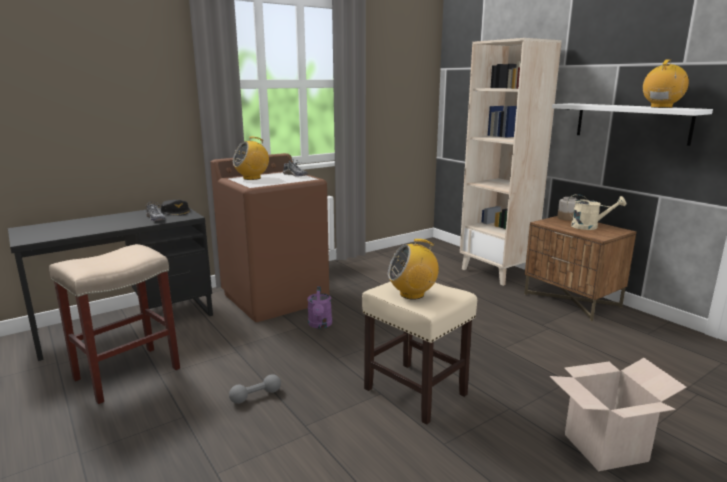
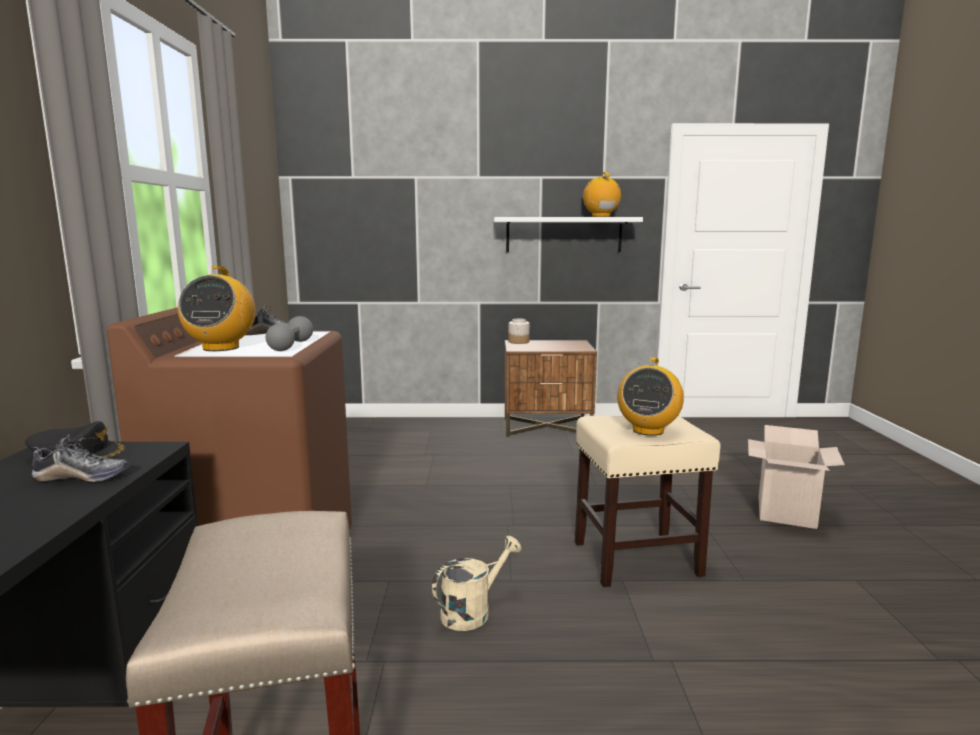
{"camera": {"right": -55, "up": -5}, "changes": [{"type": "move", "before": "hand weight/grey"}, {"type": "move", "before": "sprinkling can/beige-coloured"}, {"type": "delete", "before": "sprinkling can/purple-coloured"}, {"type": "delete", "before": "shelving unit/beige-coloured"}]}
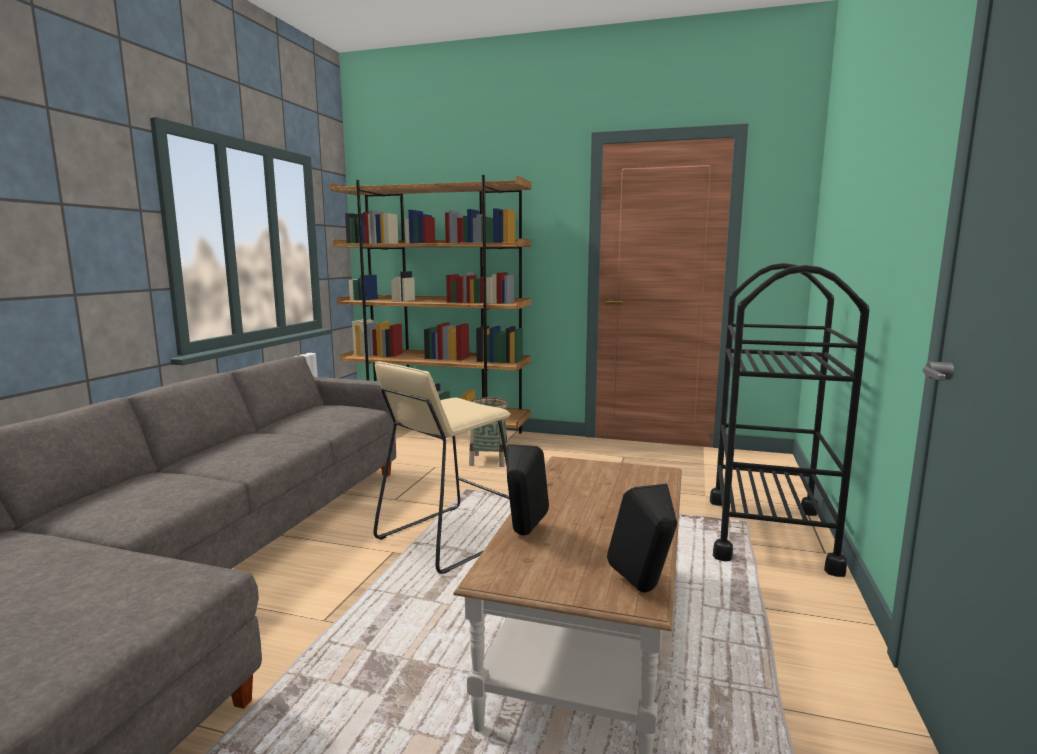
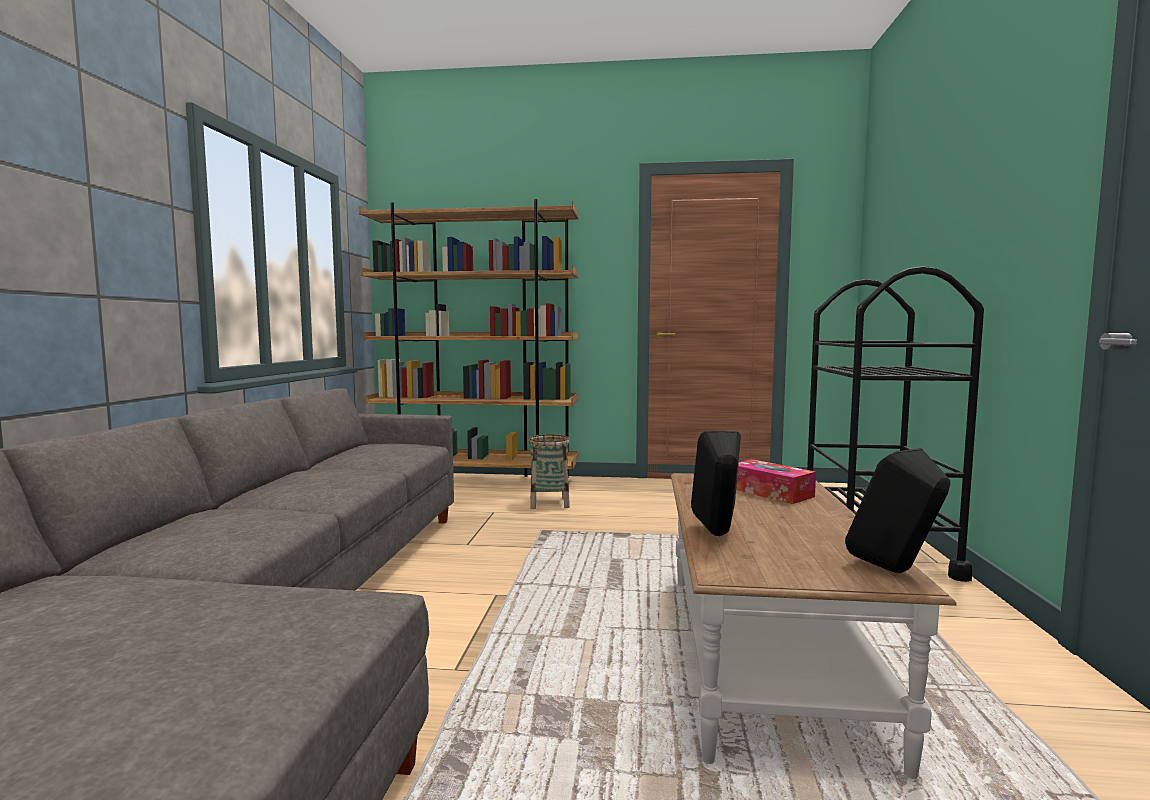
{"camera": {"right": -10, "up": -5}, "changes": [{"type": "insert", "after": "tissue holder"}, {"type": "delete", "before": "sitting stool/beige-coloured"}]}
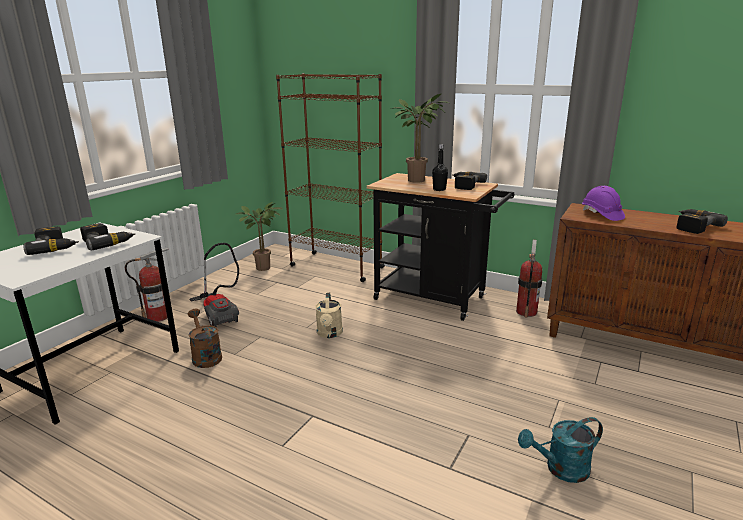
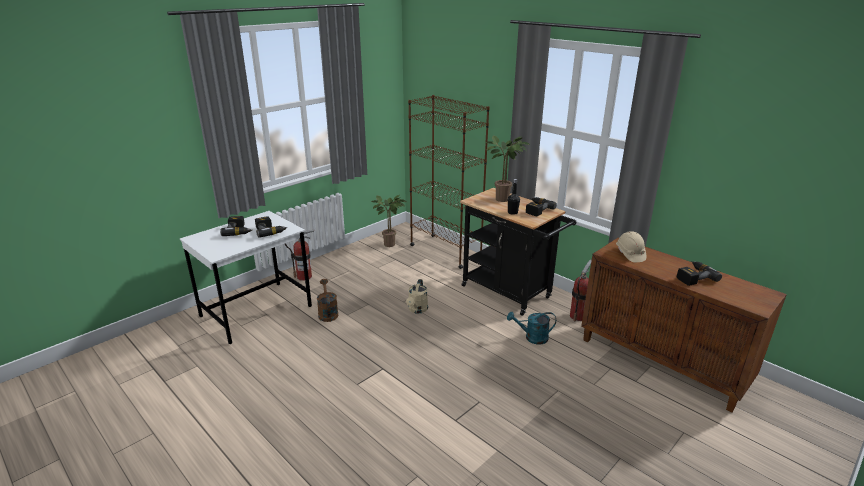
{"camera": {"right": 15, "up": 5}, "changes": [{"type": "move", "before": "sprinkling can/blue-green"}, {"type": "recolor", "before": "hard hat/purple-coloured", "after": "hard hat/beige-coloured"}, {"type": "delete", "before": "hoover"}]}
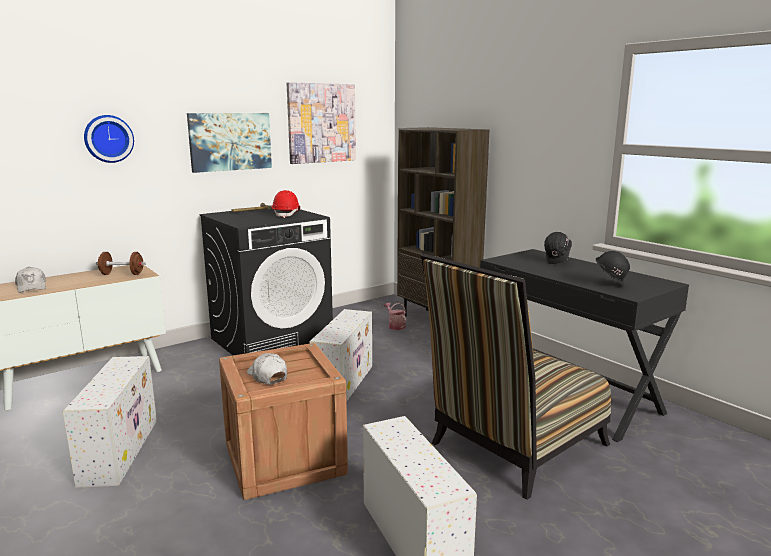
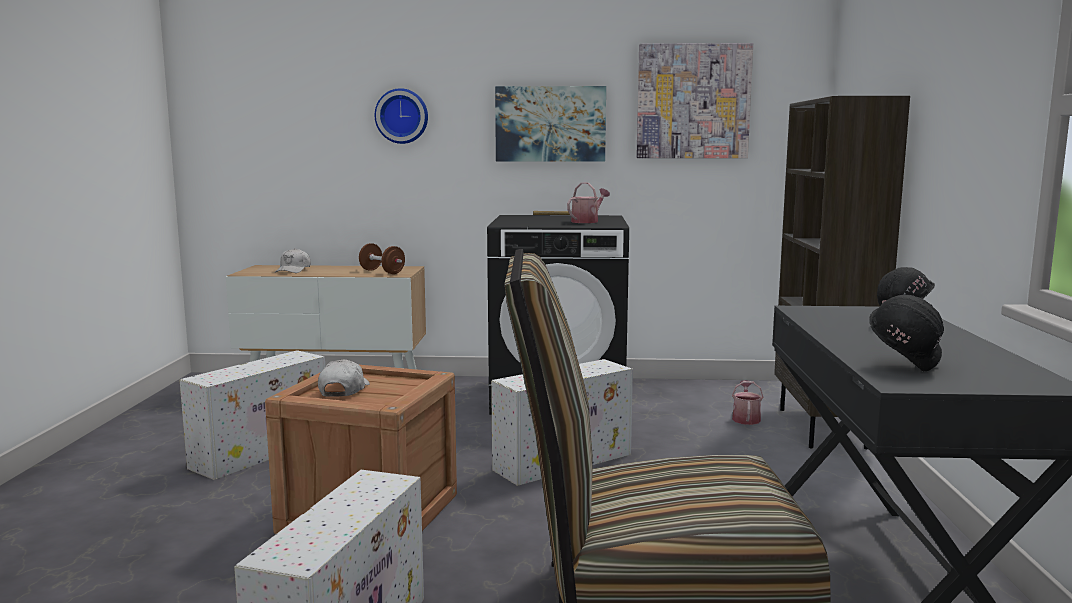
{"camera": {"right": 40, "up": -5}, "changes": [{"type": "replace", "before": "hard hat/reddish", "after": "sprinkling can (1st from left)"}]}
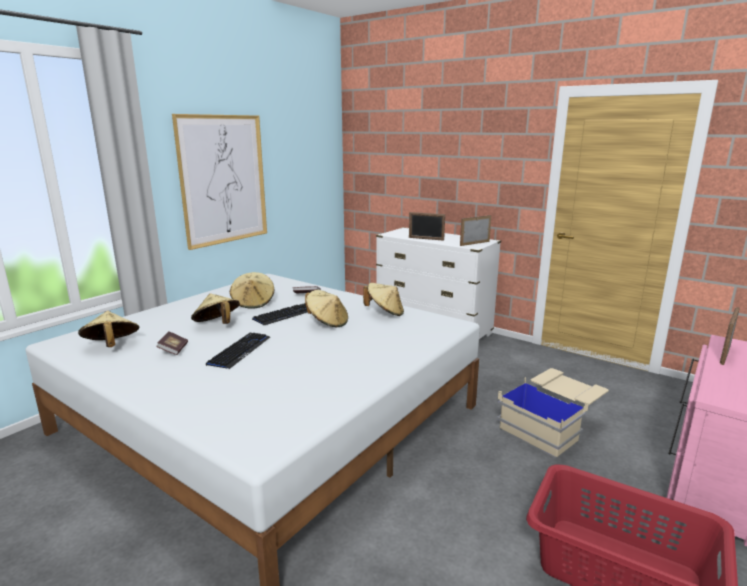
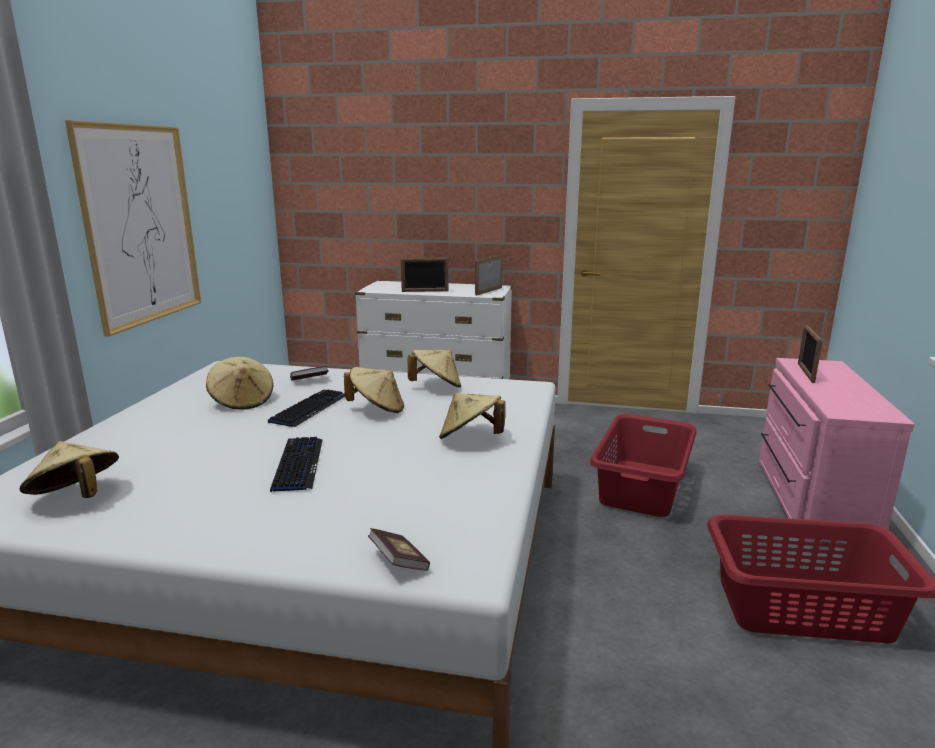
{"camera": {"right": -25, "up": 0}, "changes": [{"type": "move", "before": "volume (1st from left in the first image)", "after": "volume (2nd from left)"}, {"type": "move", "before": "hat/beige-coloured (2nd from left in the first image)", "after": "hat/beige-coloured (5th from left)"}, {"type": "replace", "before": "storage bin/beige-coloured", "after": "washing basket/reddish (1st from left)"}]}
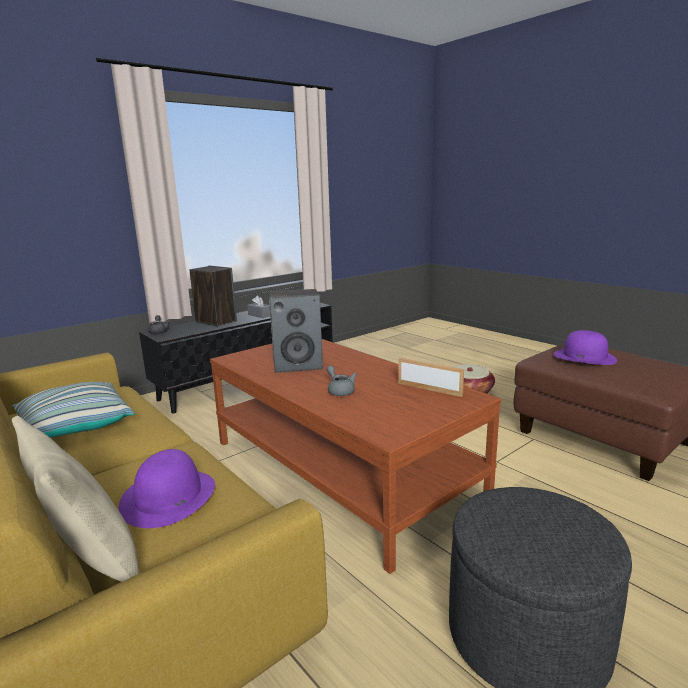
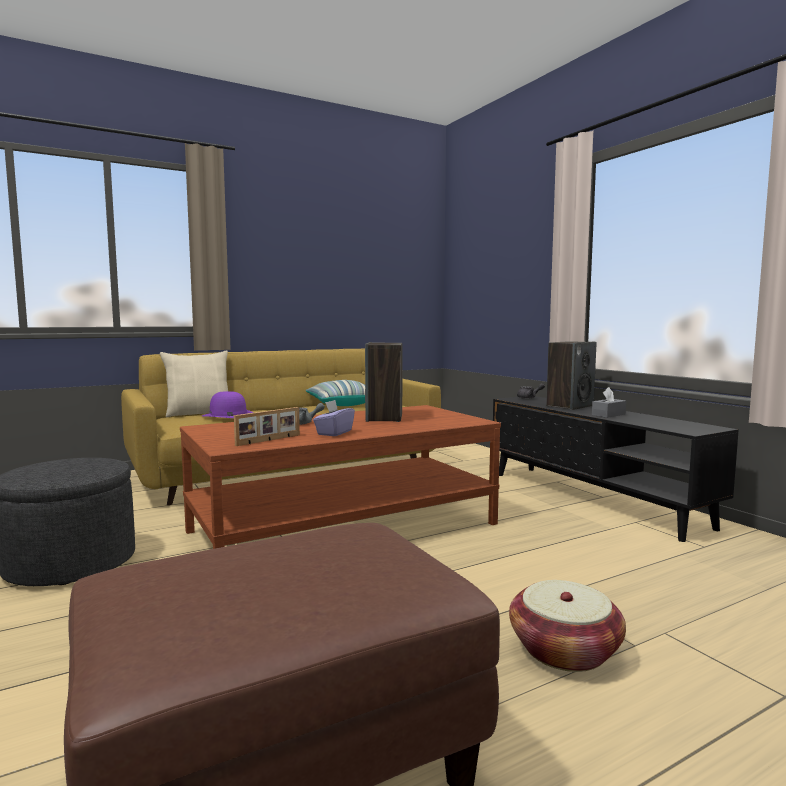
{"camera": {"right": 100, "up": -10}, "changes": [{"type": "insert", "after": "tissue holder/purple-coloured"}, {"type": "delete", "before": "hat/purple-coloured (2nd from left)"}]}
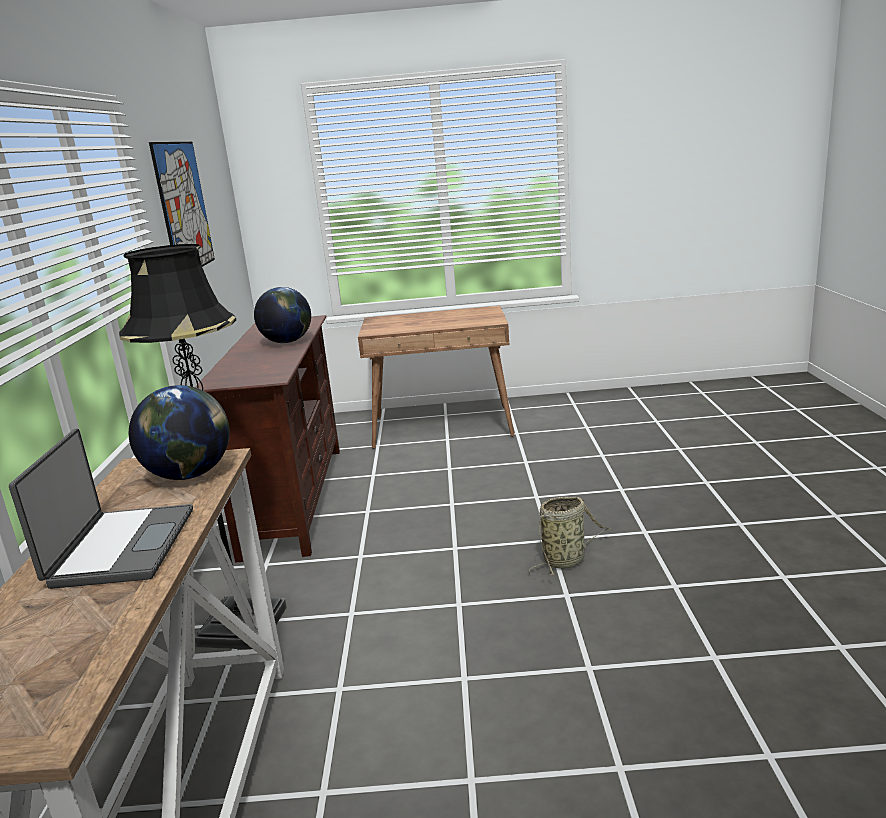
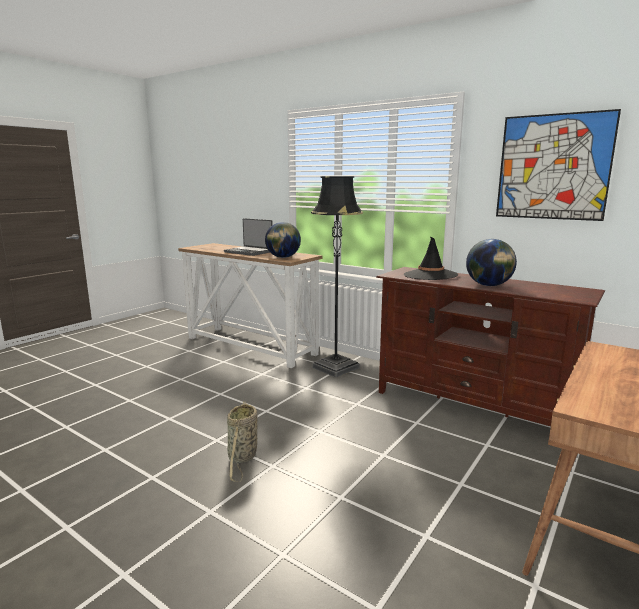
{"camera": {"right": 125, "up": -5}, "changes": [{"type": "insert", "after": "hat/black"}]}
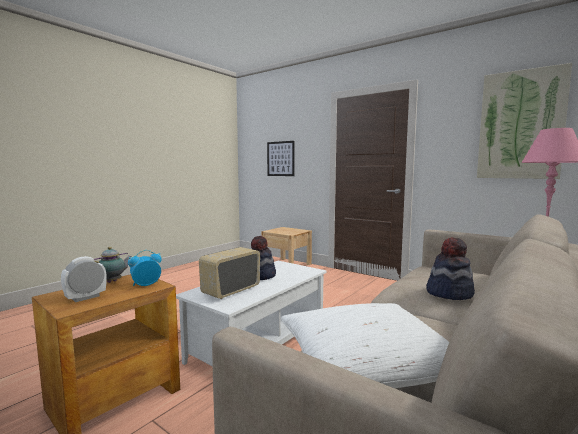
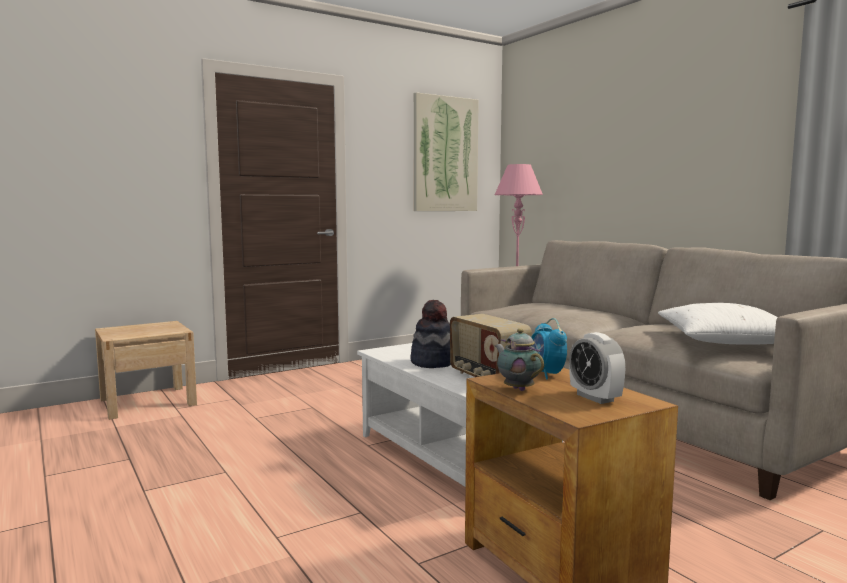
{"camera": {"right": -70, "up": 0}, "changes": [{"type": "delete", "before": "wall art (1st from left)"}, {"type": "delete", "before": "hat (2nd from left)"}]}
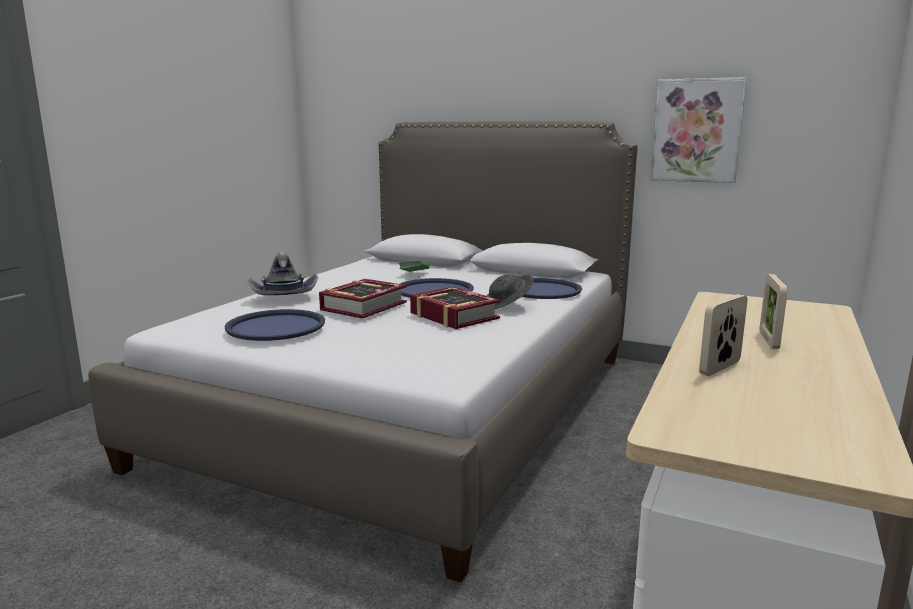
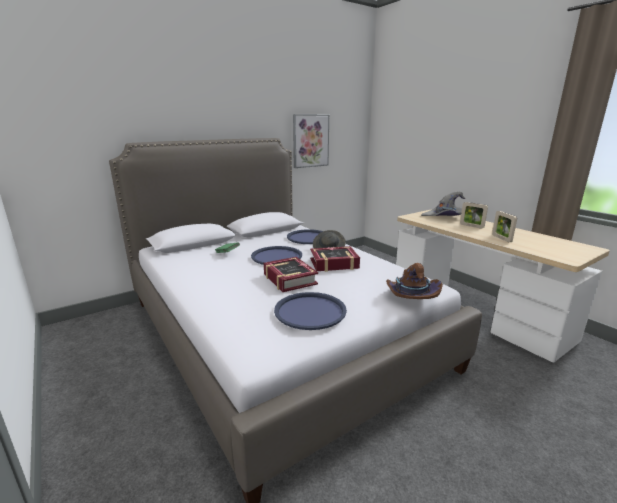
{"camera": {"right": -60, "up": 5}, "changes": [{"type": "insert", "after": "hat/brownish"}, {"type": "move", "before": "hat/grey (1st from left in the first image)", "after": "hat/grey (2nd from left)"}]}
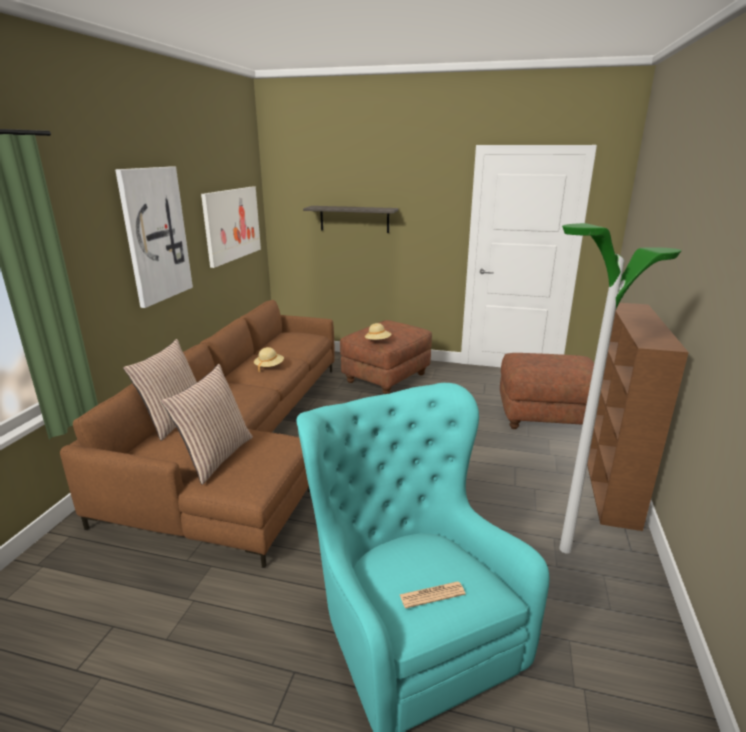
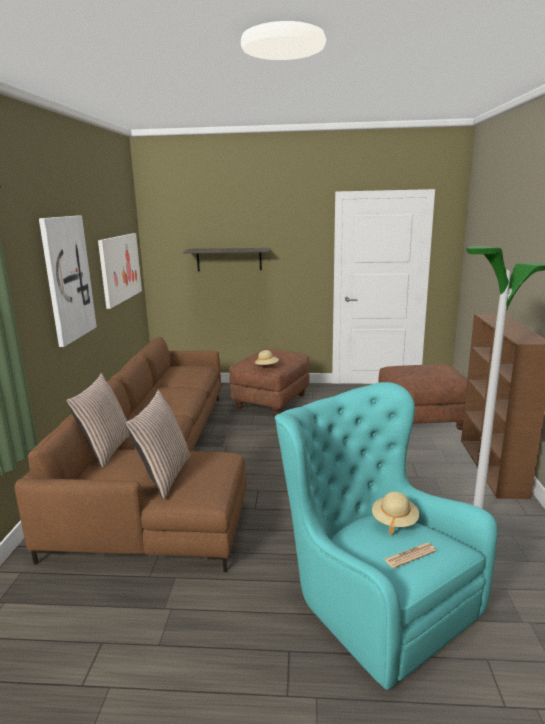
{"camera": {"right": -10, "up": -5}, "changes": [{"type": "move", "before": "hat/beige-coloured (1st from left in the first image)", "after": "hat/beige-coloured (2nd from left)"}]}
